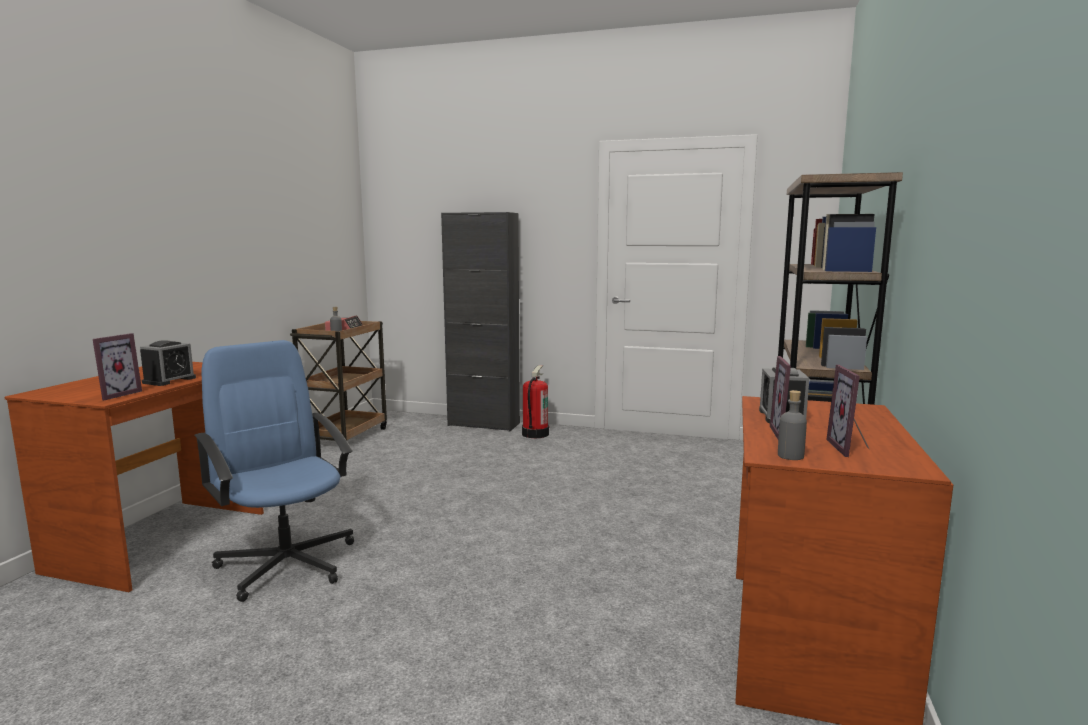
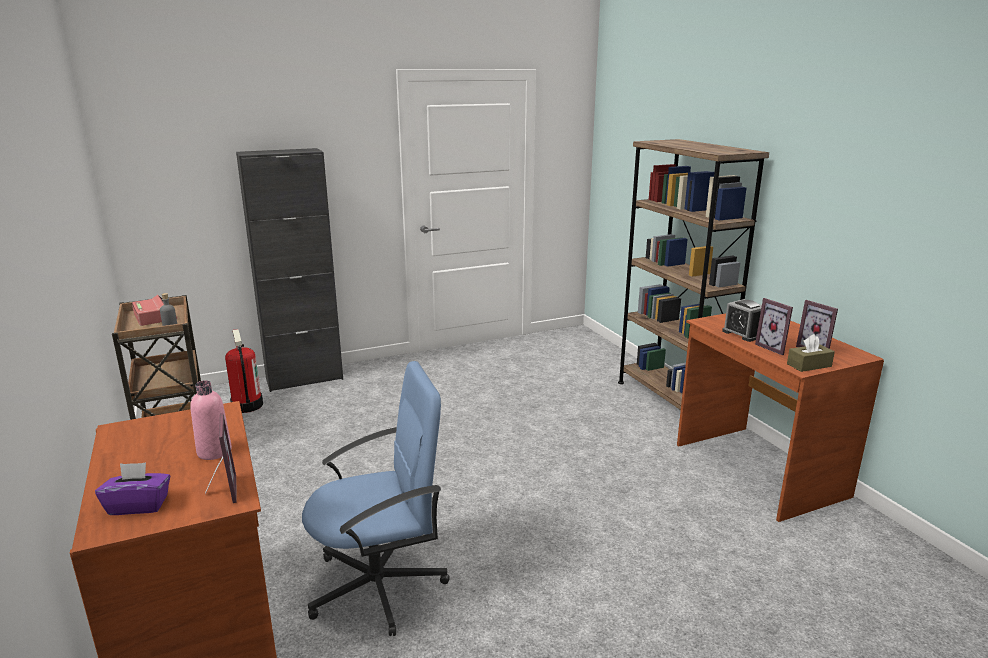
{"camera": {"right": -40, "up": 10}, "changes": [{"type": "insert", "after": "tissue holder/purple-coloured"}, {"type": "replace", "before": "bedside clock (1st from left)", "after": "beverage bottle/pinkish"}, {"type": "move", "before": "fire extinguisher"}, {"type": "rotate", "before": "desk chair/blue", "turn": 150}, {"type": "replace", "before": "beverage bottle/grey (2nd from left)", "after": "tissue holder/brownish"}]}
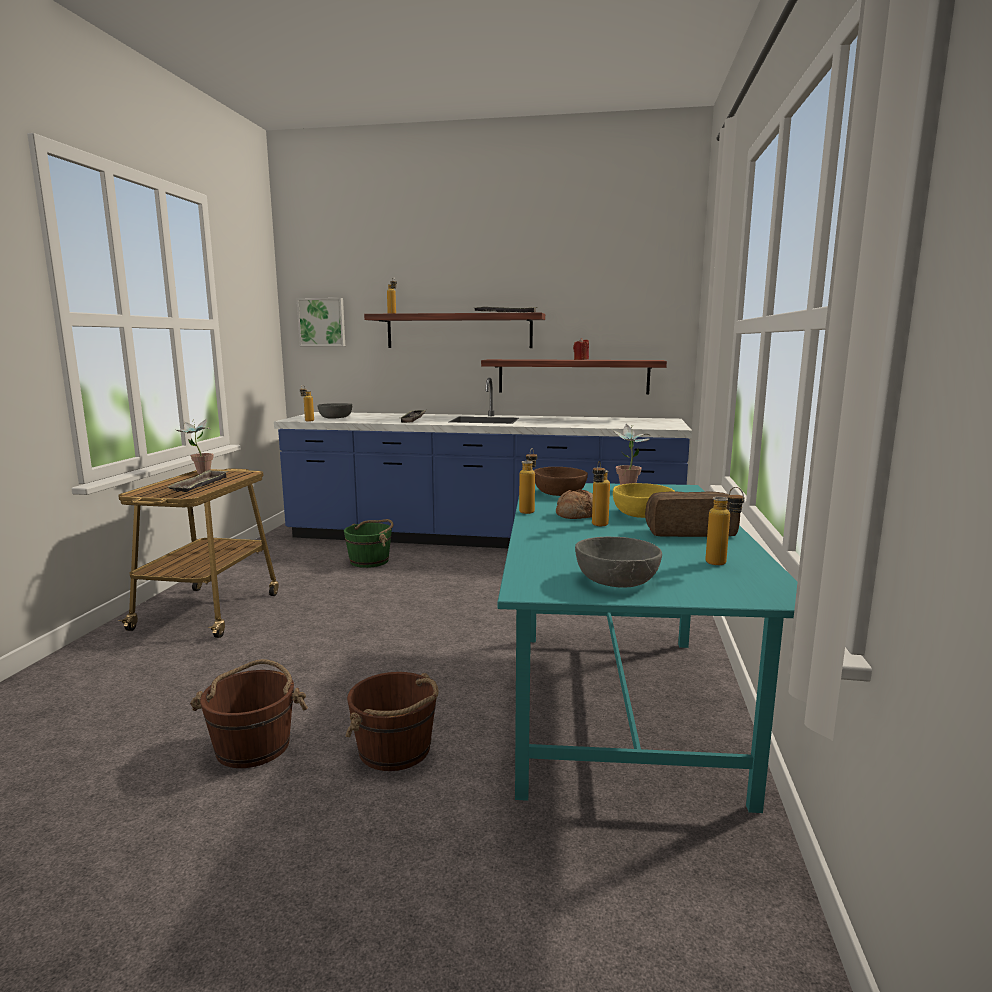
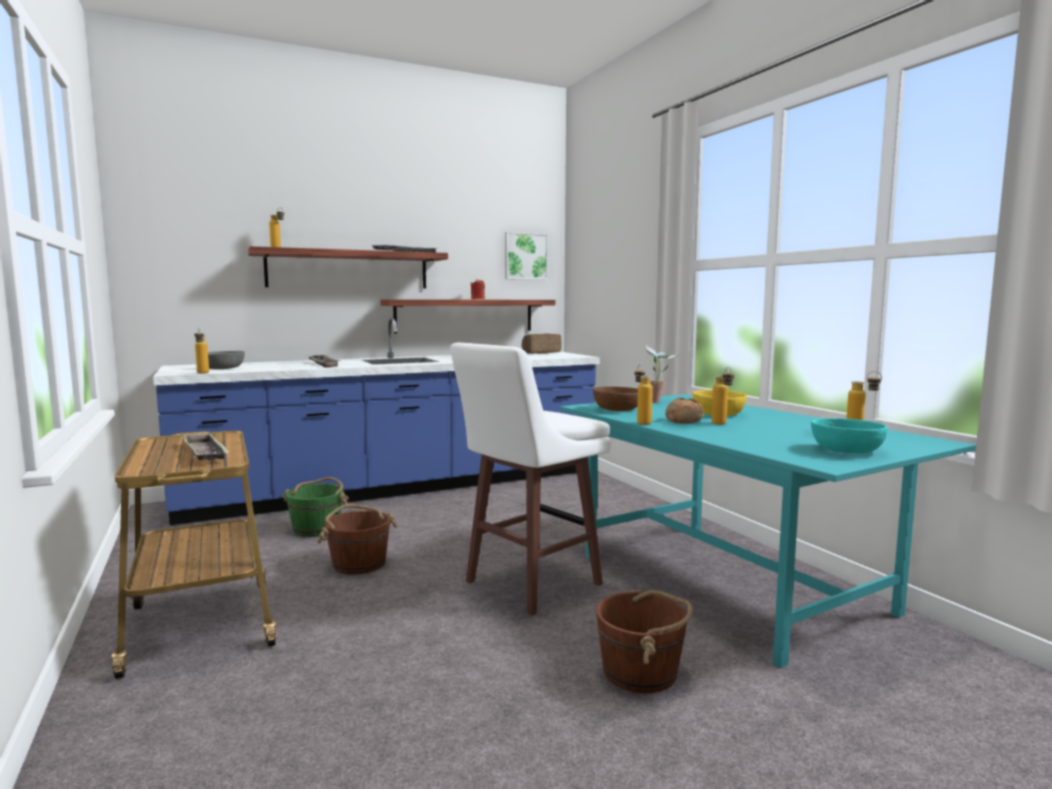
{"camera": {"right": -35, "up": -5}, "changes": [{"type": "move", "before": "water bucket/brownish (1st from left)"}, {"type": "insert", "after": "sitting stool/white"}, {"type": "move", "before": "wall art"}, {"type": "move", "before": "bread (2nd from left in the first image)", "after": "bread (1st from left)"}, {"type": "recolor", "before": "bowl/grey (2nd from left)", "after": "bowl/blue-green"}, {"type": "delete", "before": "plant in a pot (1st from left)"}]}
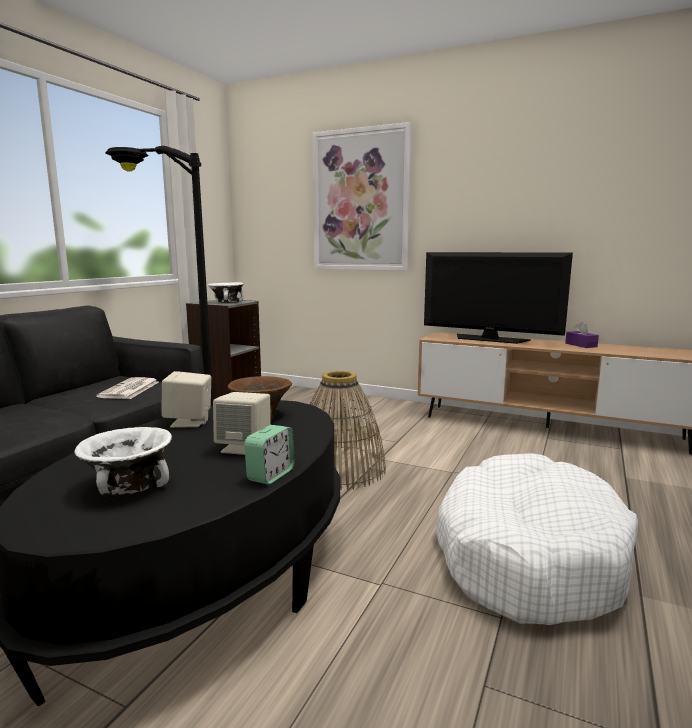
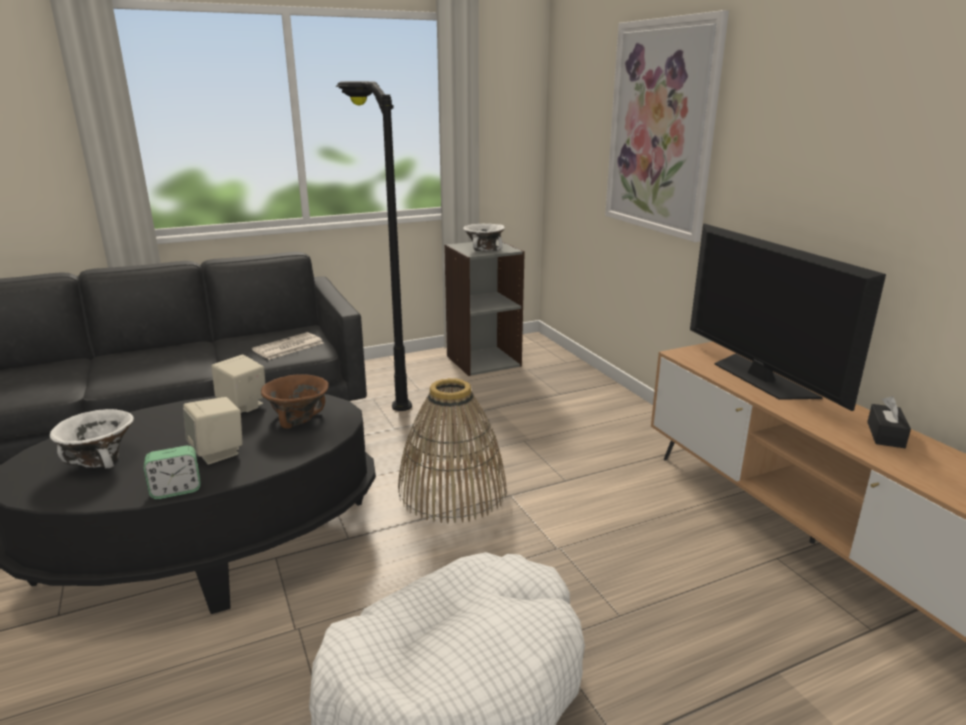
{"camera": {"right": 40, "up": 10}, "changes": [{"type": "recolor", "before": "tissue holder/purple-coloured", "after": "tissue holder/black"}]}
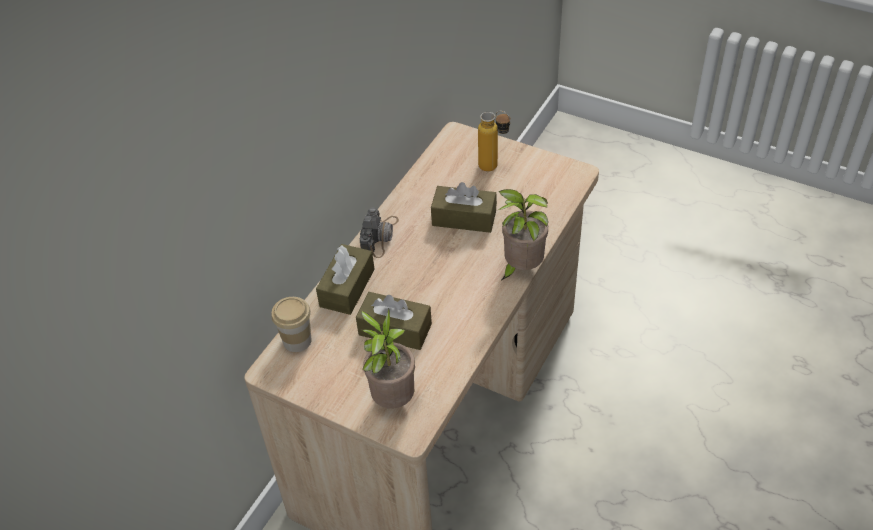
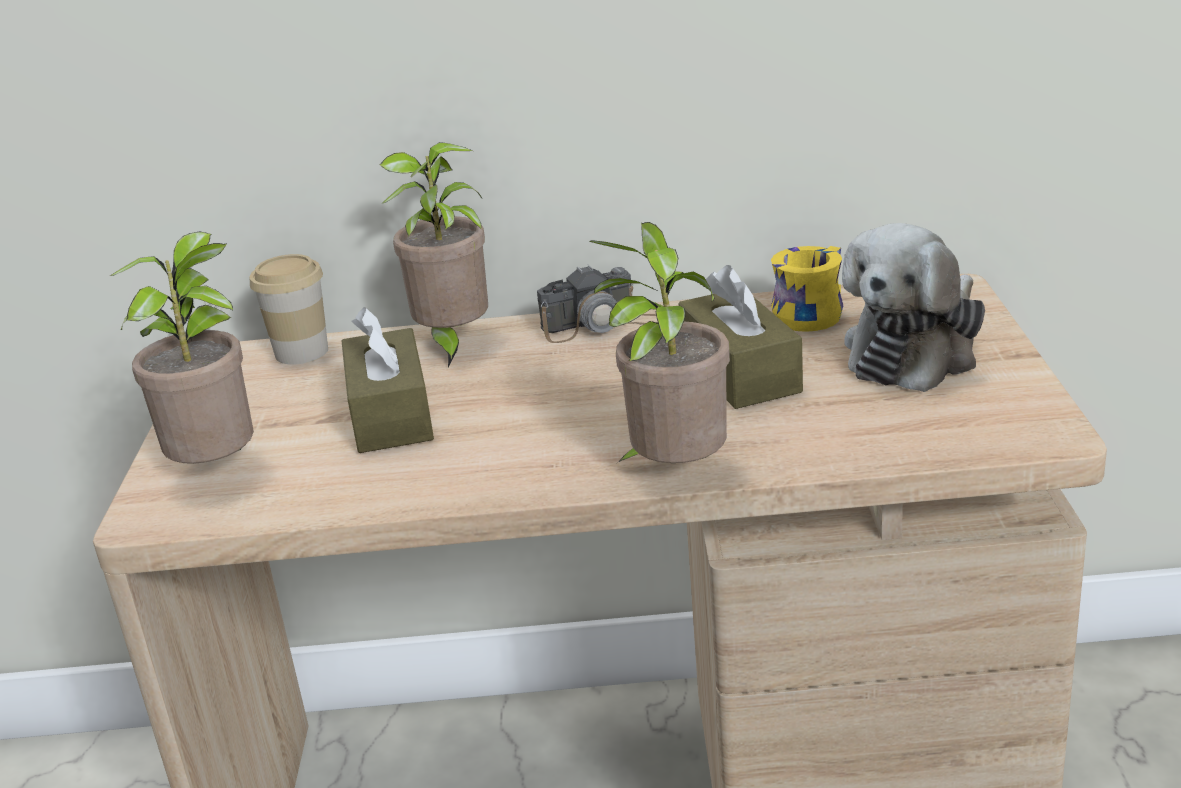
{"camera": {"right": 60, "up": -20}, "changes": [{"type": "replace", "before": "tissue holder/brownish (1st from left)", "after": "plant in a pot (2nd from left)"}, {"type": "insert", "after": "coffee mug/yellowish"}, {"type": "replace", "before": "beverage bottle", "after": "soft toy"}]}
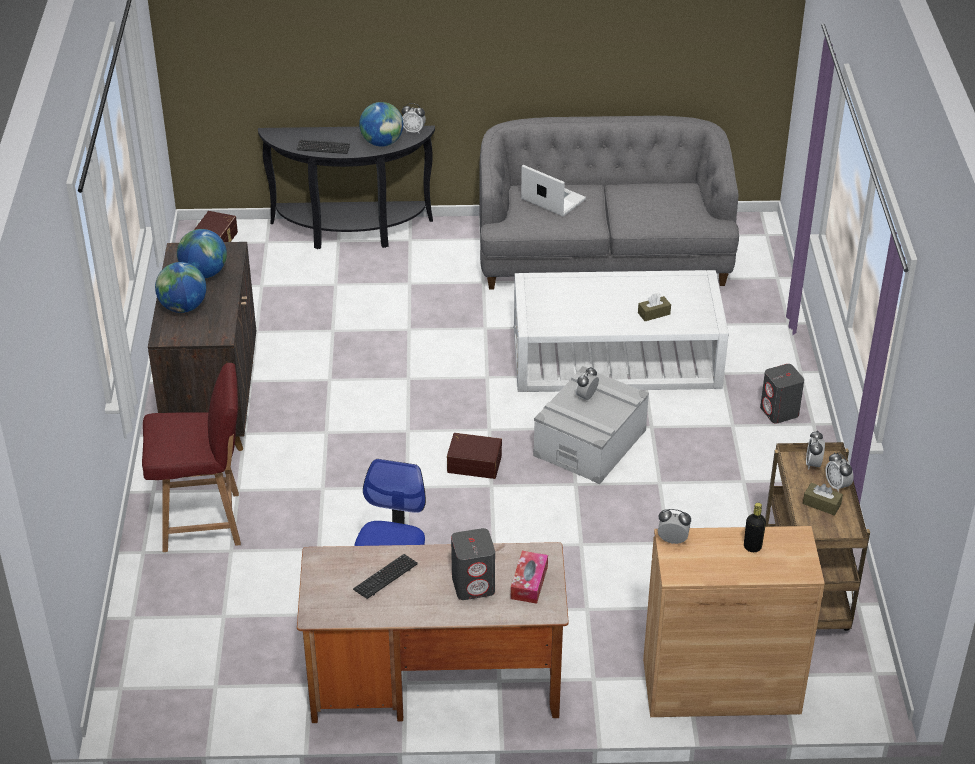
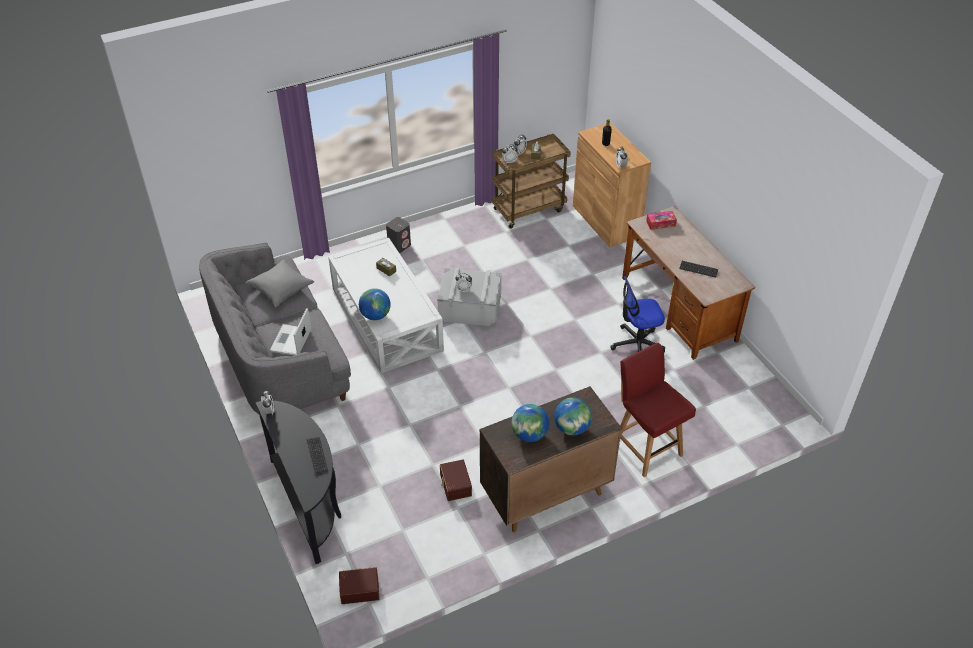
{"camera": {"right": -115, "up": 5}, "changes": [{"type": "insert", "after": "throw pillow/grey"}, {"type": "move", "before": "desk globe (3rd from left in the first image)", "after": "desk globe (1st from left)"}, {"type": "move", "before": "storage bin/brownish (2nd from left)"}, {"type": "delete", "before": "loudspeaker/grey (1st from left)"}]}
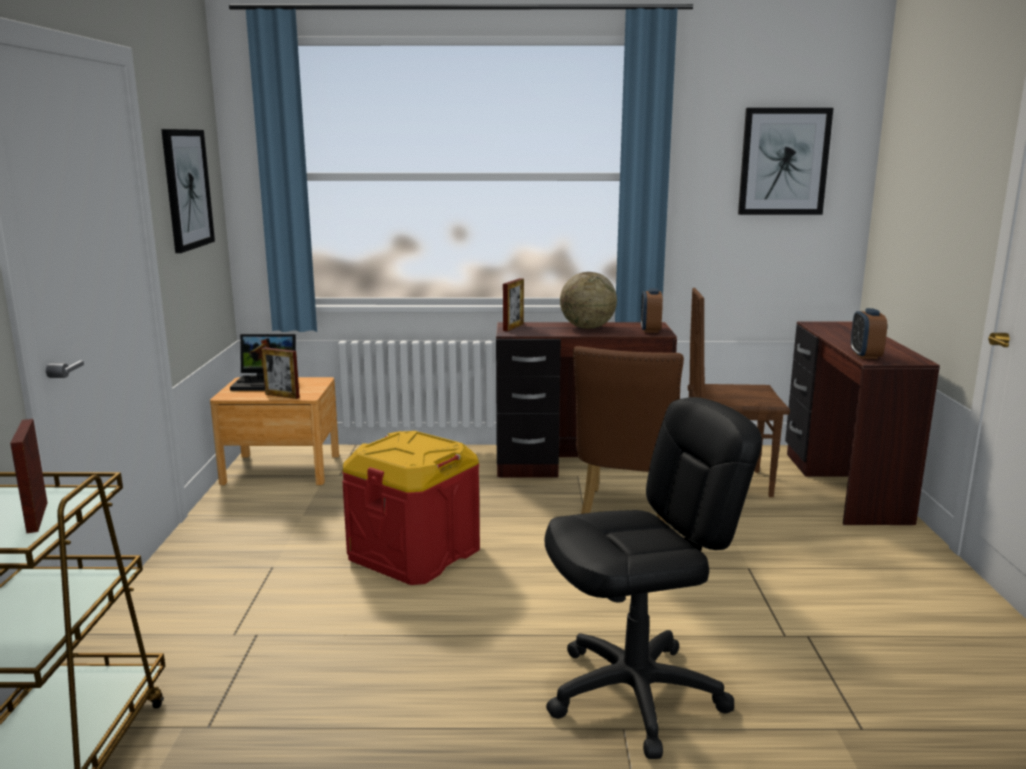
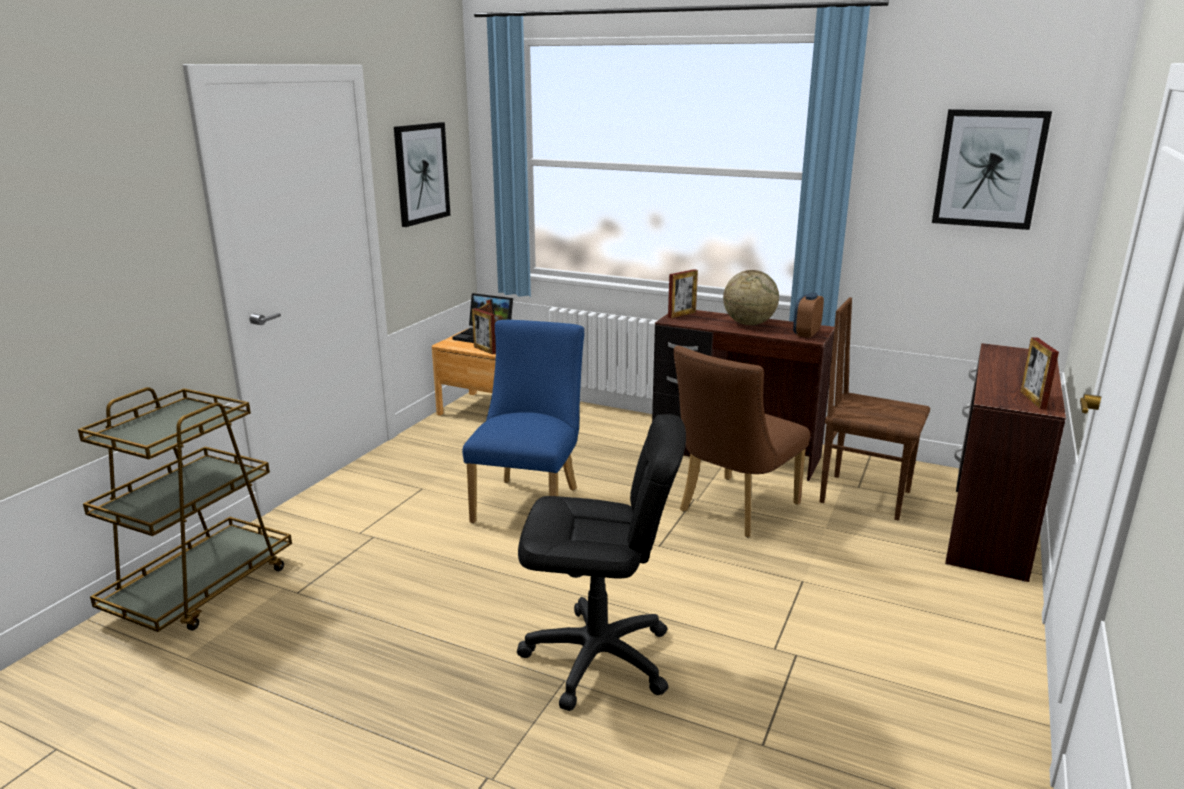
{"camera": {"right": 25, "up": 5}, "changes": [{"type": "replace", "before": "storage bin/reddish", "after": "upright chair/blue"}, {"type": "move", "before": "standing frame (1st from left in the first image)", "after": "standing frame (3rd from left)"}, {"type": "delete", "before": "bedside clock (2nd from left)"}]}
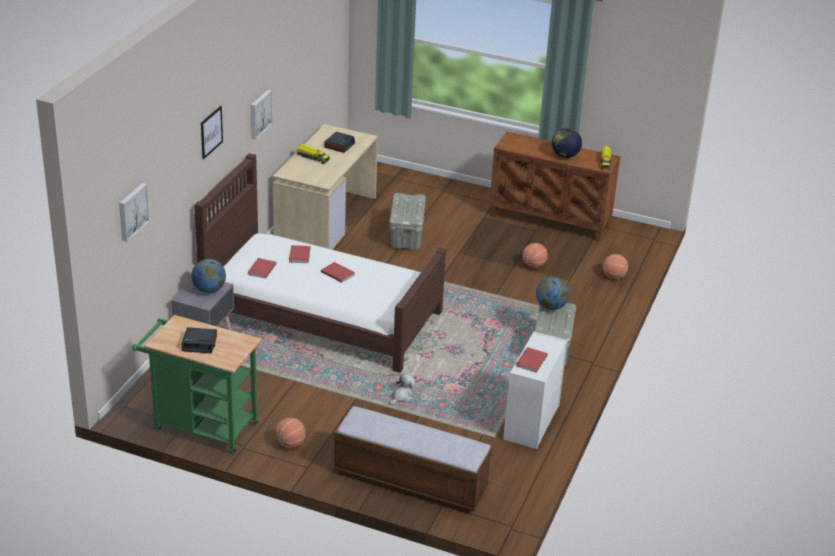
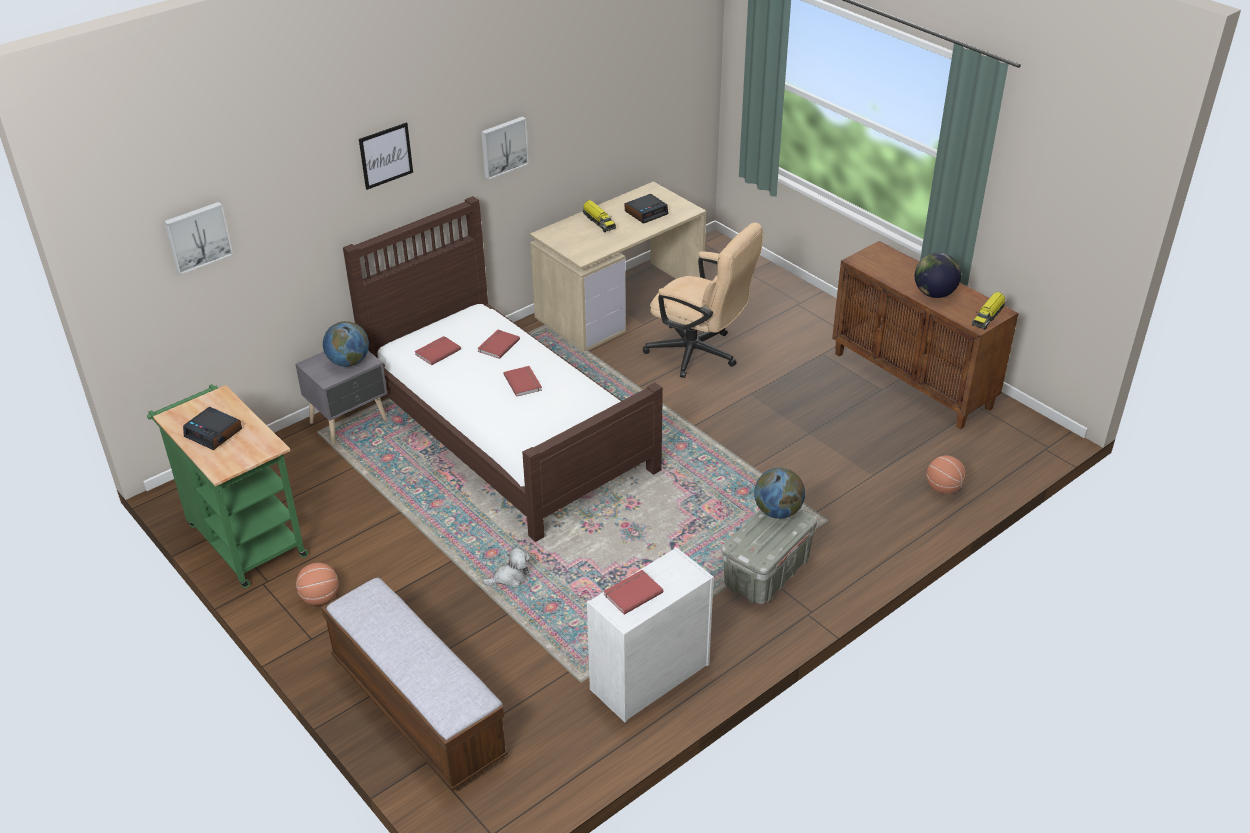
{"camera": {"right": 30, "up": 5}, "changes": [{"type": "replace", "before": "storage bin/grey (1st from left)", "after": "desk chair/beige-coloured"}, {"type": "delete", "before": "basketball ball (2nd from left)"}]}
